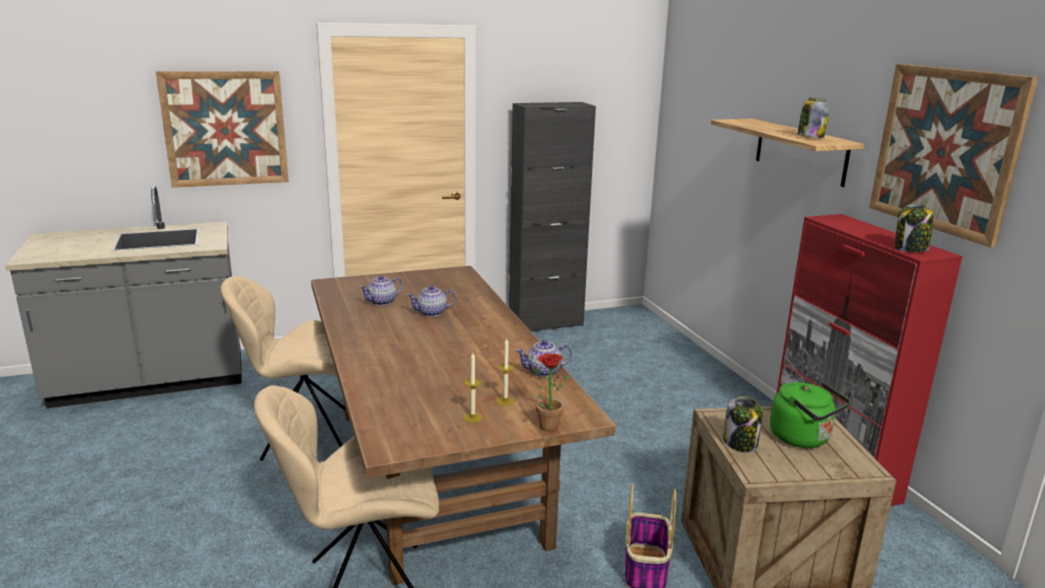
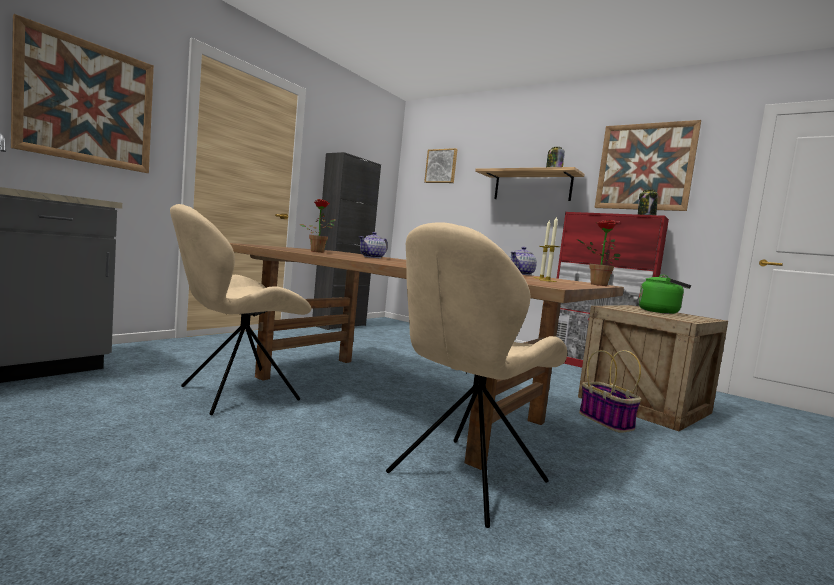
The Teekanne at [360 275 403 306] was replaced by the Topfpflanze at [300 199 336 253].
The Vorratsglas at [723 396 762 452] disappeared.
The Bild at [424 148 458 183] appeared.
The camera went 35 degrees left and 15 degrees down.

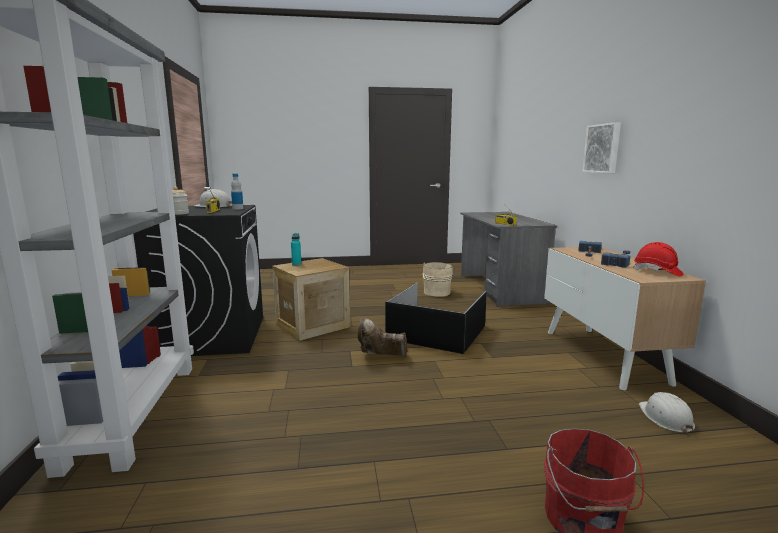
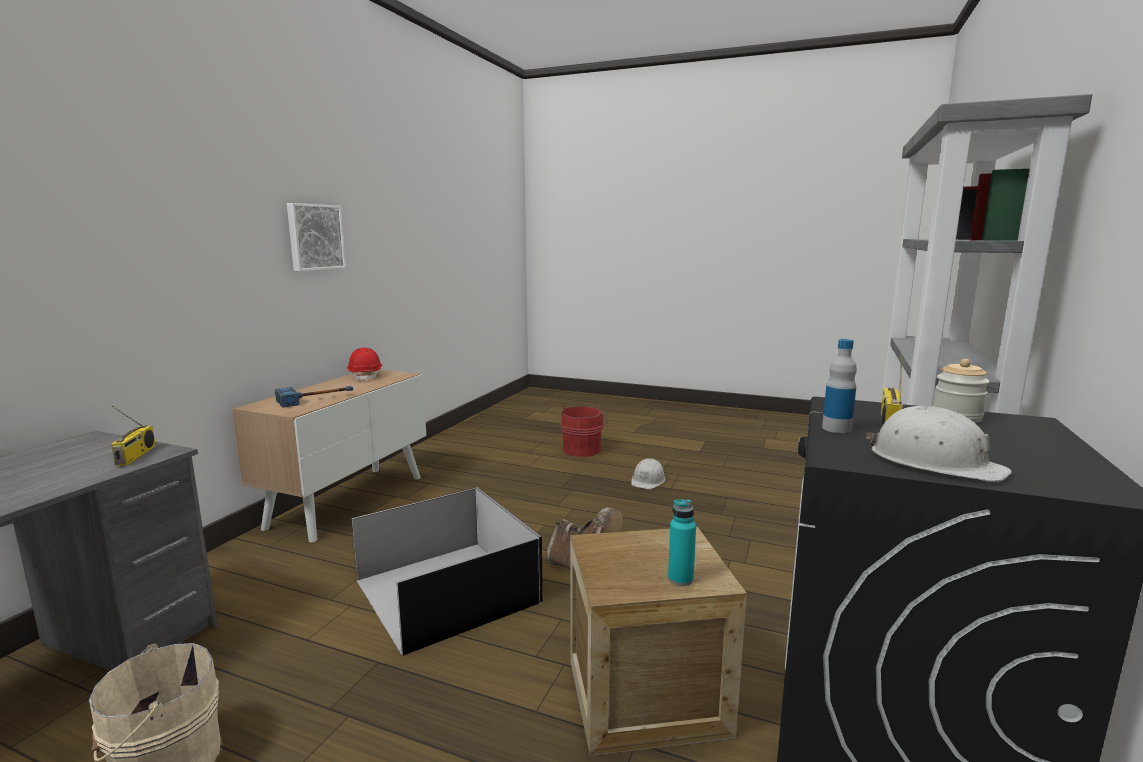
The Bild moved from [582 122 621 173] to [287 203 346 271].
The Hammer at [601 250 630 268] disappeared.
The Schutzhelm [weiß] moved from [639 392 695 435] to [631 458 666 489].
The camera went 150 degrees left and 0 degrees up.

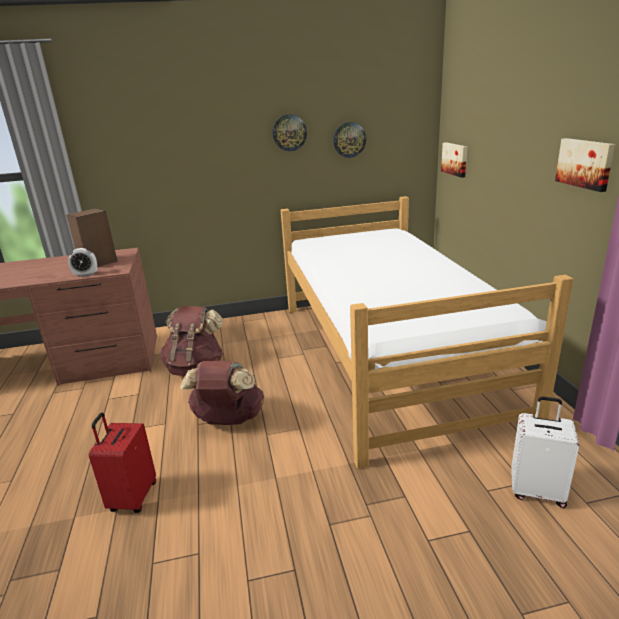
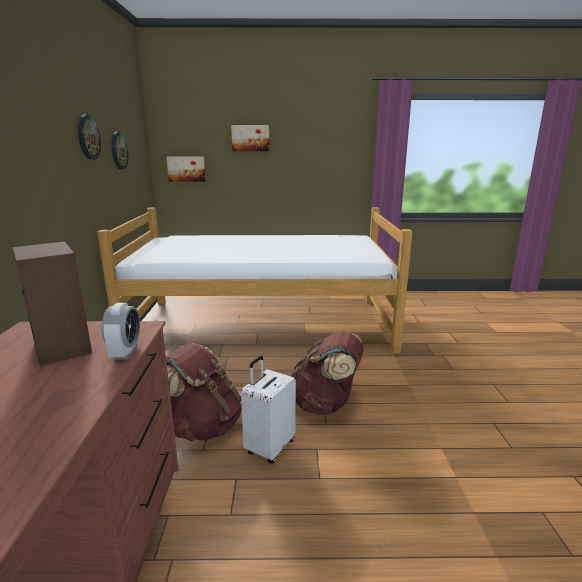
The Bild moved from [555 138 615 192] to [231 125 269 151].
The Koffer [weiß] moved from [511 396 579 508] to [241 356 296 464].
The Koffer [rot] at [89 413 156 513] disappeared.
The camera went 80 degrees left and 5 degrees down.

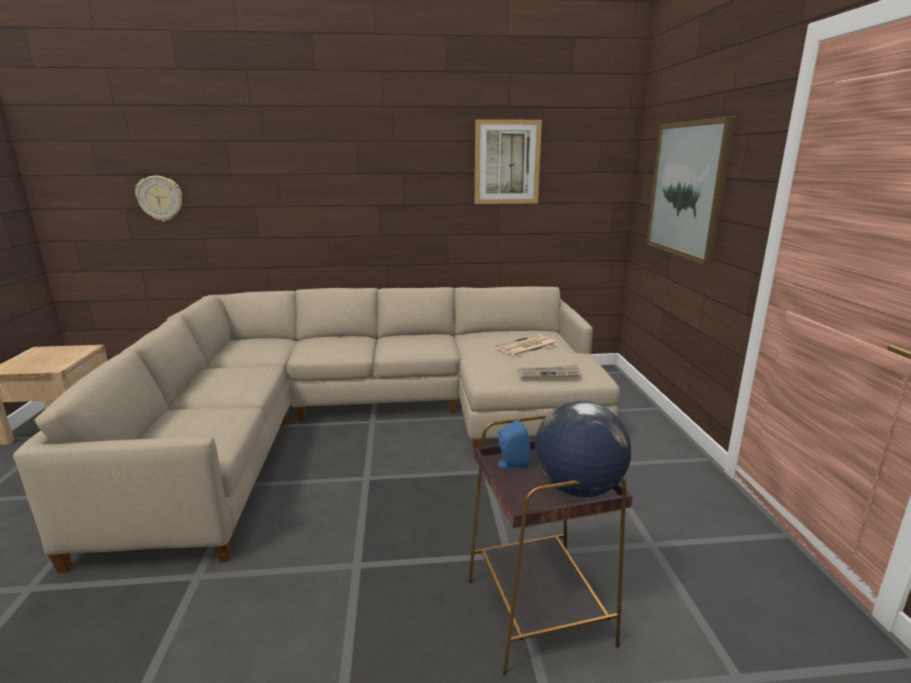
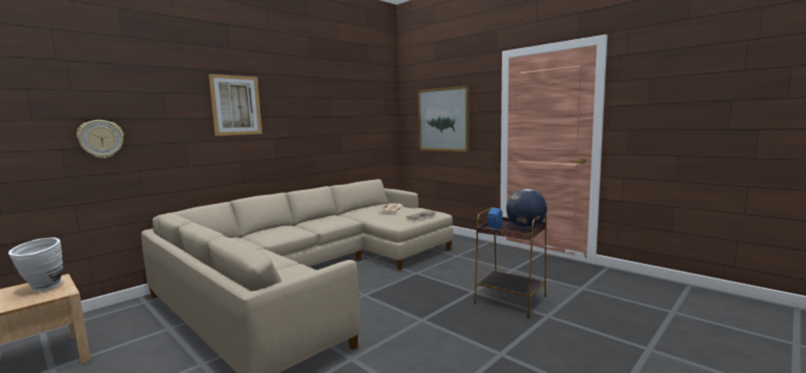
The Bild moved from [475 119 542 204] to [208 74 262 136].
The Vase [weiß] at [8 238 63 291] appeared.
The camera went 40 degrees left and 10 degrees down.

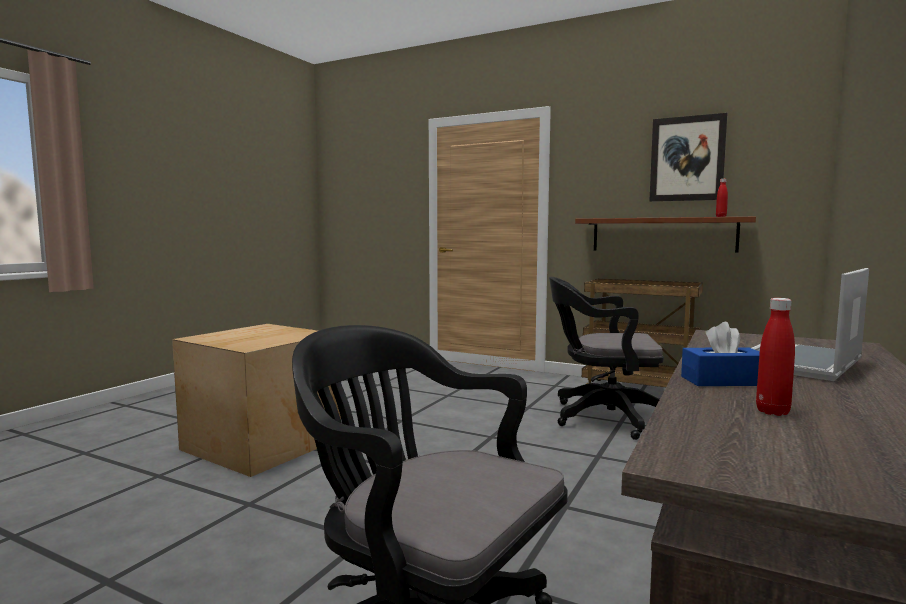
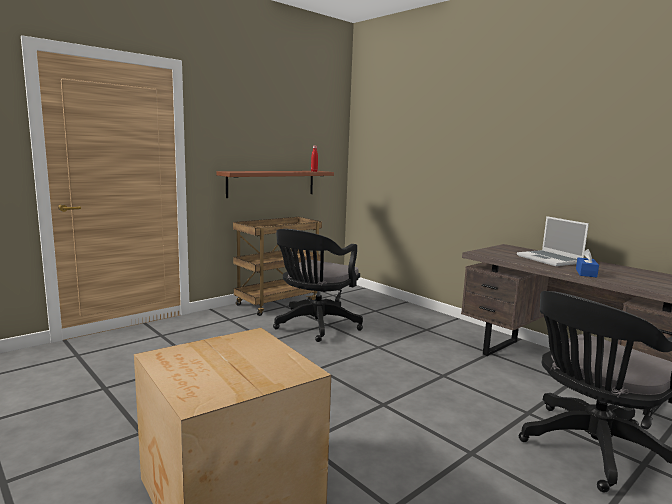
The Bild at [650 113 727 202] disappeared.
The Flasche [rot] at [756 298 795 416] disappeared.
The camera went 70 degrees left and 5 degrees up.

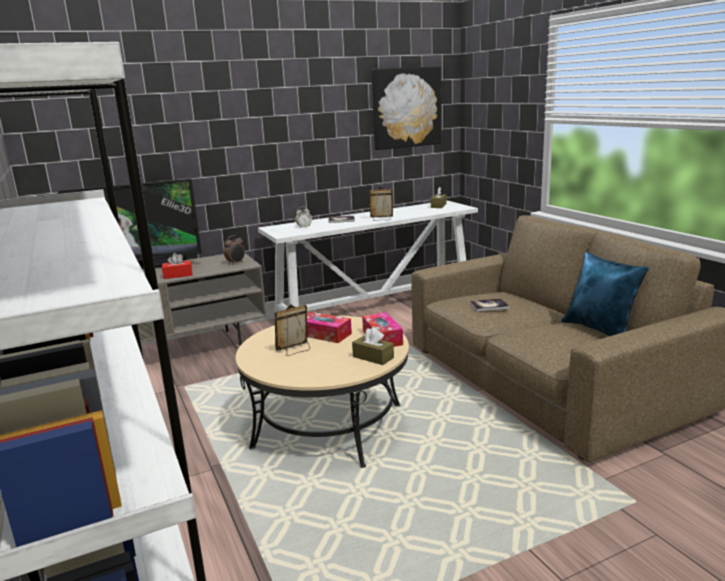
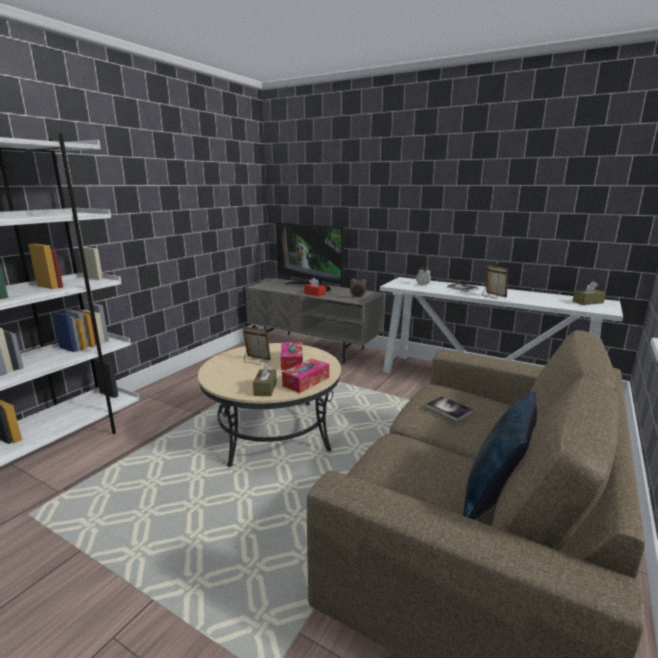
The Bild at [372 66 441 150] disappeared.
The camera went 55 degrees right and 0 degrees up.

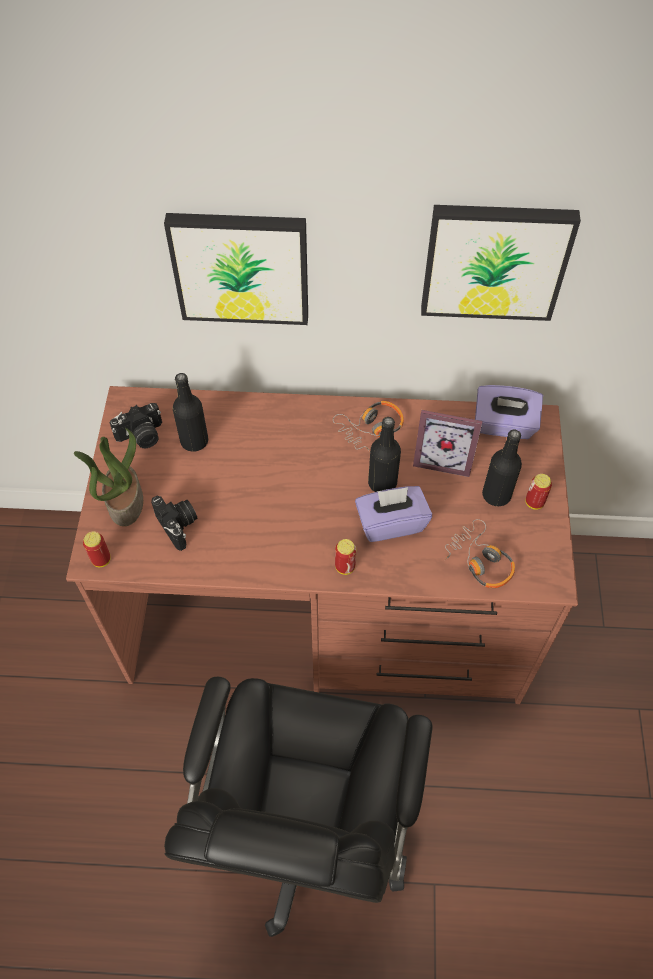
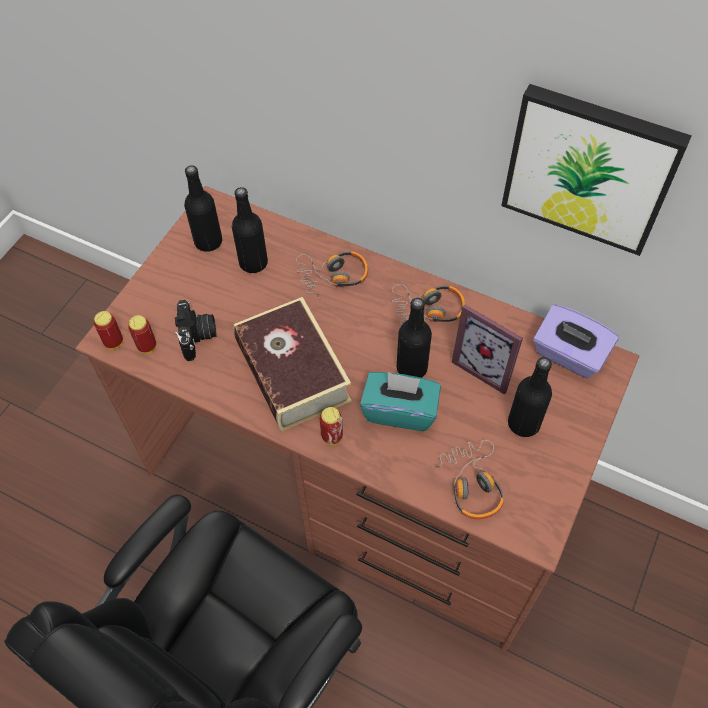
The Bild at [164 213 308 325] disappeared.
The Kamera at [109 403 162 448] was replaced by the Flasche [schwarz] at [184 165 222 252].
The Topfpflanze at [74 428 143 526] disappeared.
The Dose moved from [525 474 552 510] to [128 315 156 354].
The Taschentuchbox [lila] at [355 486 432 542] became the Taschentuchbox [türkis] at [360 372 441 431].
The Kopfhörer at [296 251 368 299] appeared.
The Buch at [233 297 352 431] appeared.
The camera went 25 degrees right and 0 degrees up.

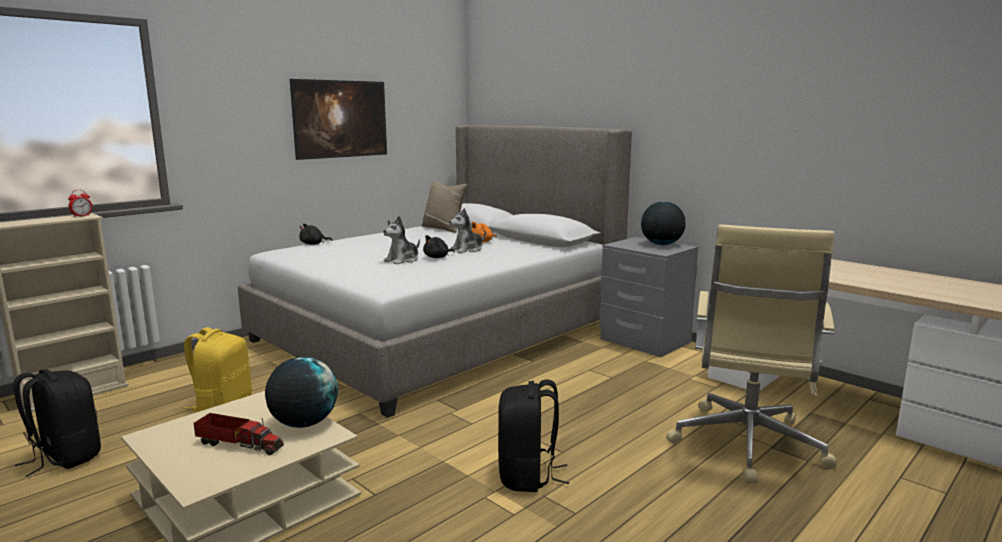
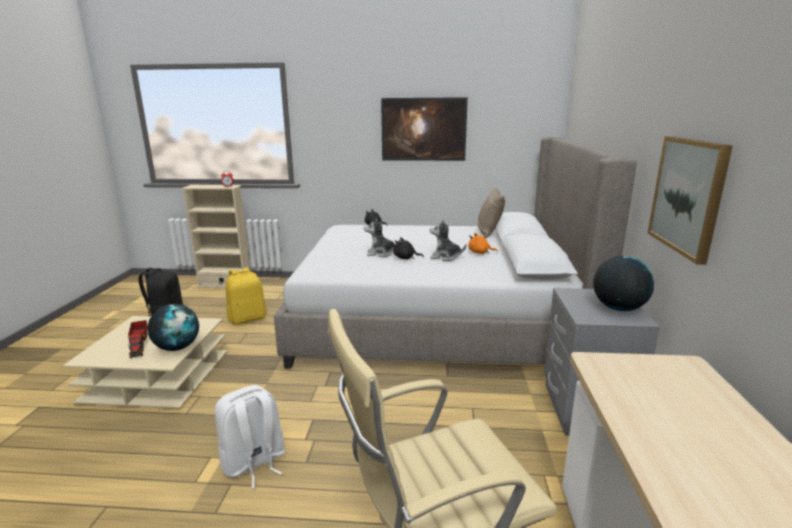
The Rucksack [schwarz] at [498 379 569 492] became the Rucksack [weiß] at [215 385 285 488].
The Bild at [648 136 733 265] appeared.
The camera went 50 degrees right and 5 degrees up.

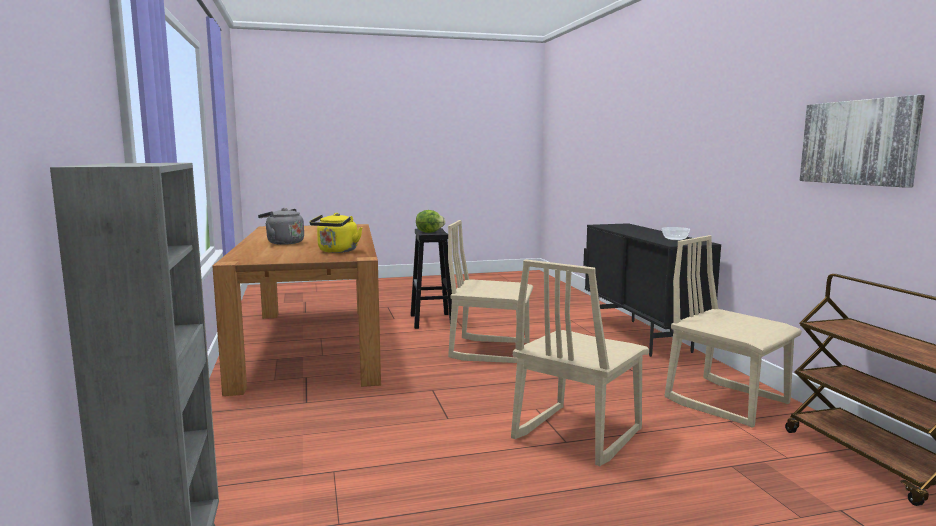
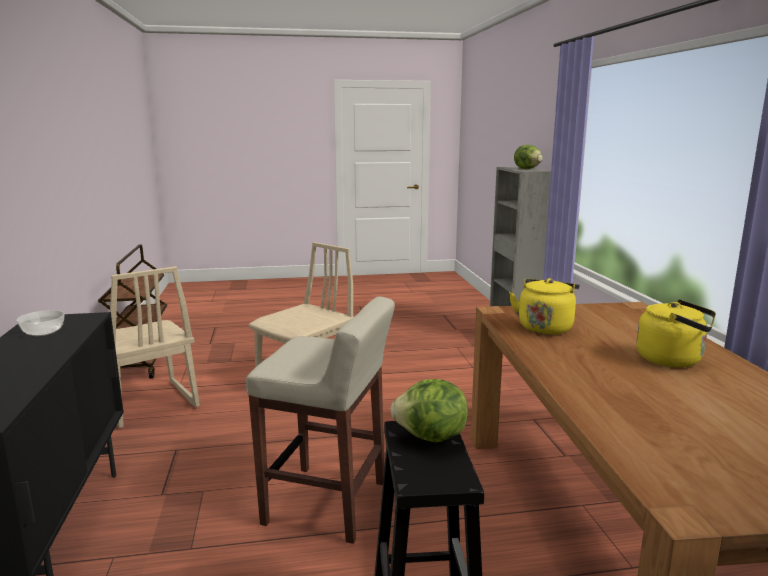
The Bild at [800 95 925 188] disappeared.
The Wasserkessel [grau] at [258 208 304 245] became the Wasserkessel [gelb] at [636 299 716 368].
The Stuhl [beige] at [448 220 533 363] was replaced by the Hocker [beige] at [246 297 395 544].
The Salatkopf at [514 145 543 169] appeared.
The camera went 175 degrees left and 5 degrees up.

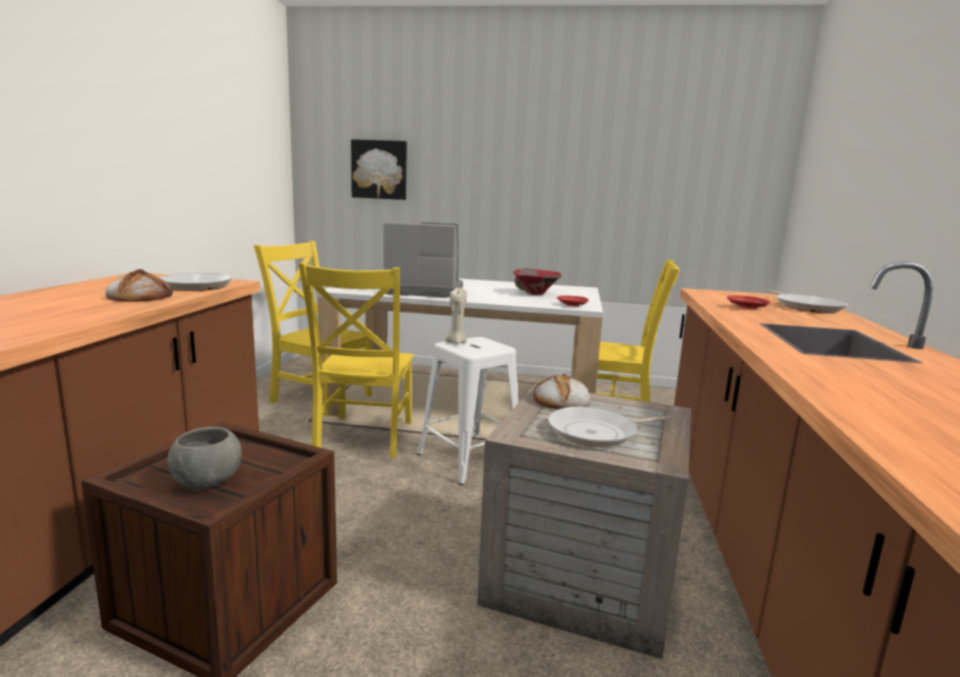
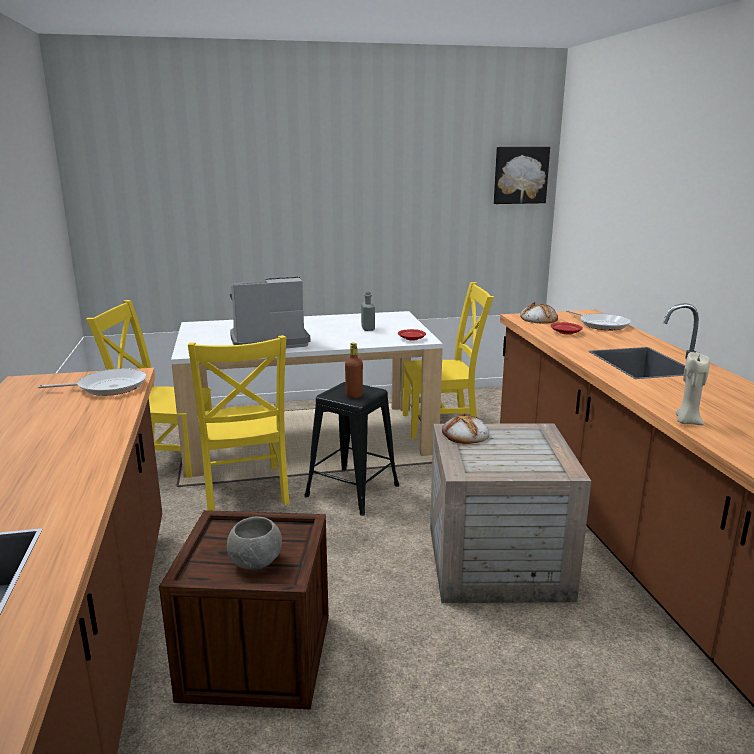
The Bild moved from [351 139 407 200] to [494 147 550 204].
The Schüssel [rot] at [514 268 562 295] was replaced by the Flasche [grau] at [361 291 375 331].
The Brot moved from [105 269 173 302] to [520 302 558 324].
The Kerze [beige] moved from [446 288 467 344] to [675 352 710 425].
The Hocker [weiß] at [417 337 518 485] became the Hocker [schwarz] at [304 382 399 516].
The Pfanne at [548 406 671 447] disappeared.
The Flasche [braun] at [345 343 363 398] appeared.
The camera went 20 degrees left and 5 degrees up.

